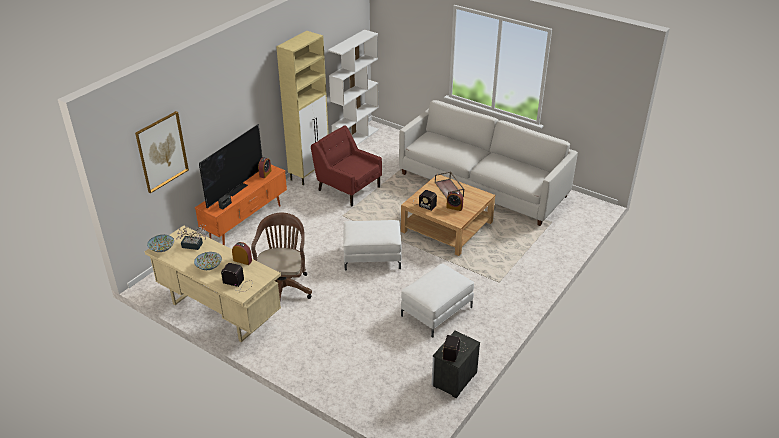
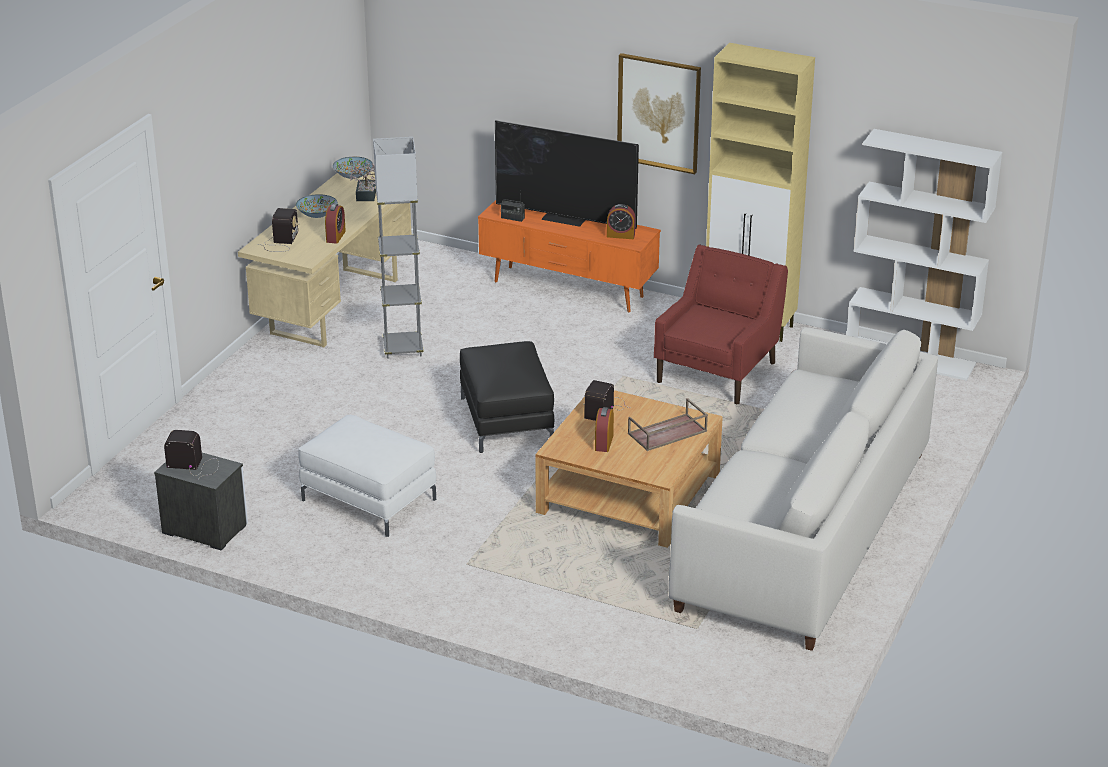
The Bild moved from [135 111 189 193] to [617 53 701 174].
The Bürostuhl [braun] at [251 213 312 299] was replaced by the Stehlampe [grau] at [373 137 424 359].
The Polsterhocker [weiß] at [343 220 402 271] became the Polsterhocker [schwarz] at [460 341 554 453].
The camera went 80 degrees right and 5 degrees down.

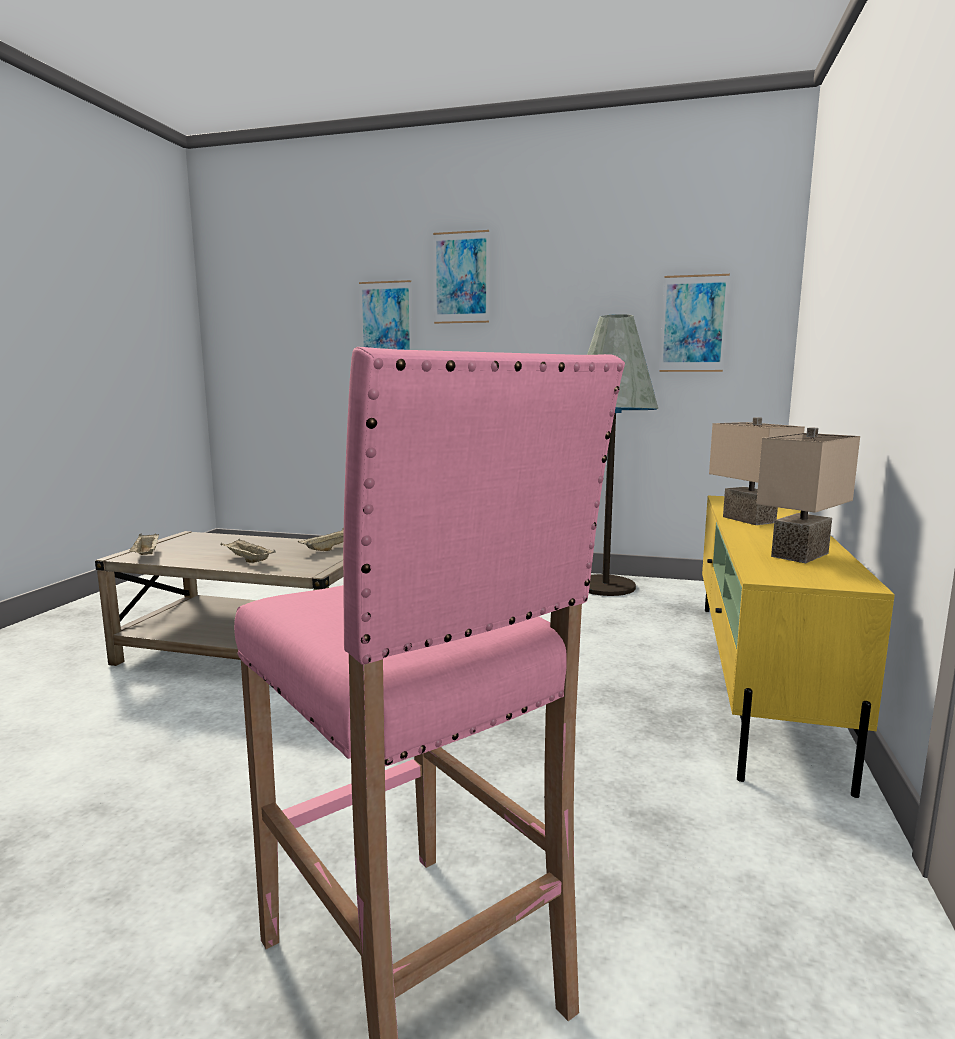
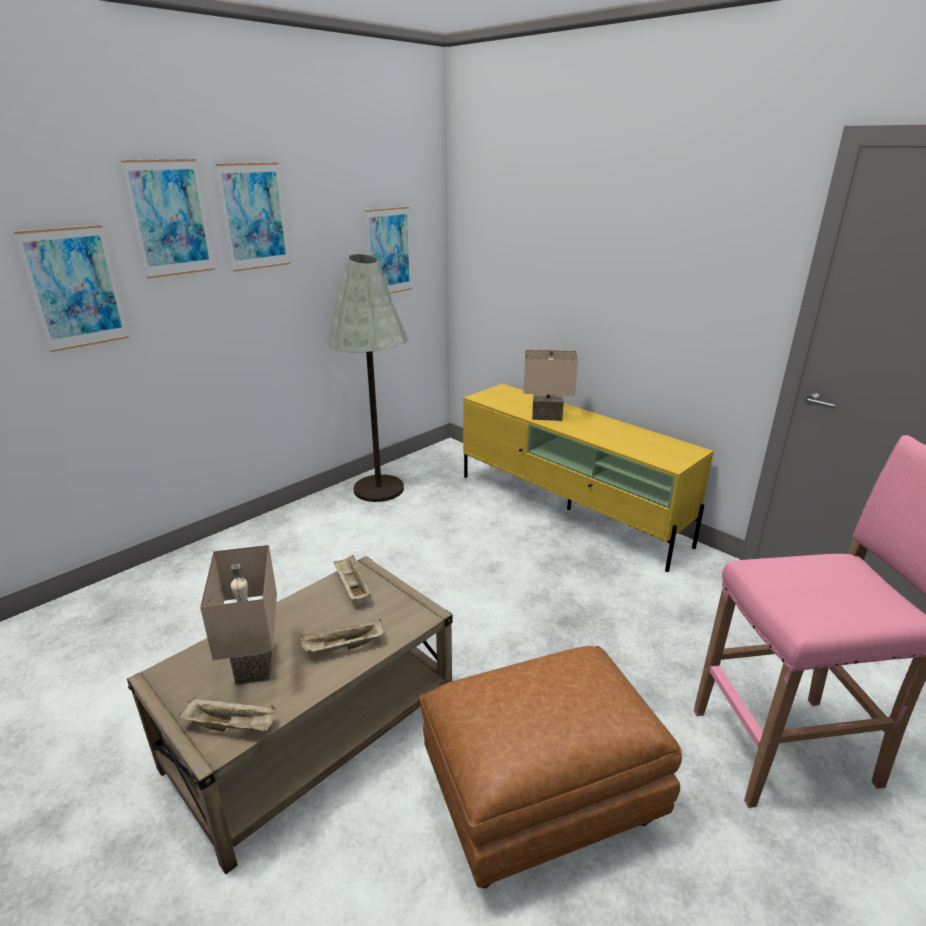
The Tischlampe [beige] moved from [756 427 860 563] to [200 545 277 685].
The Bild at [216 162 290 272] appeared.
The Polsterhocker [braun] at [420 646 682 888] appeared.
The camera went 60 degrees left and 15 degrees up.

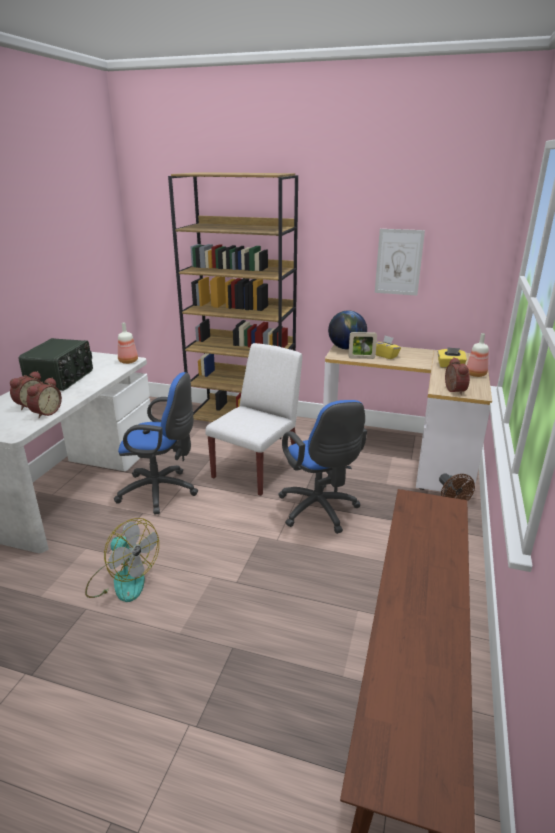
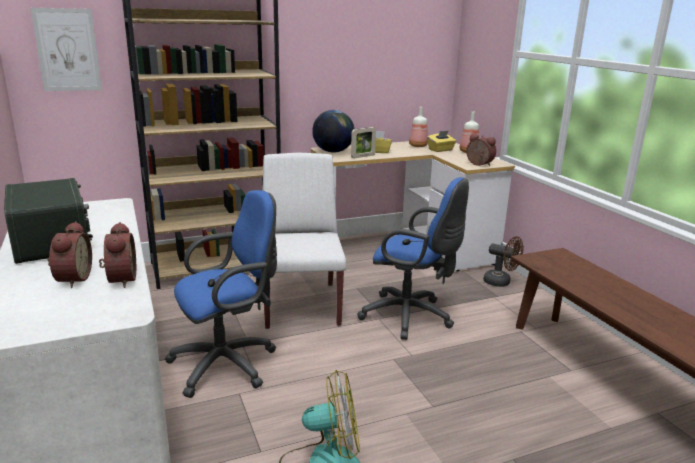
The Bild moved from [375 229 425 296] to [31 8 102 91].
The Flasche moved from [118 323 138 364] to [409 107 428 147].
The camera went 40 degrees left and 5 degrees down.

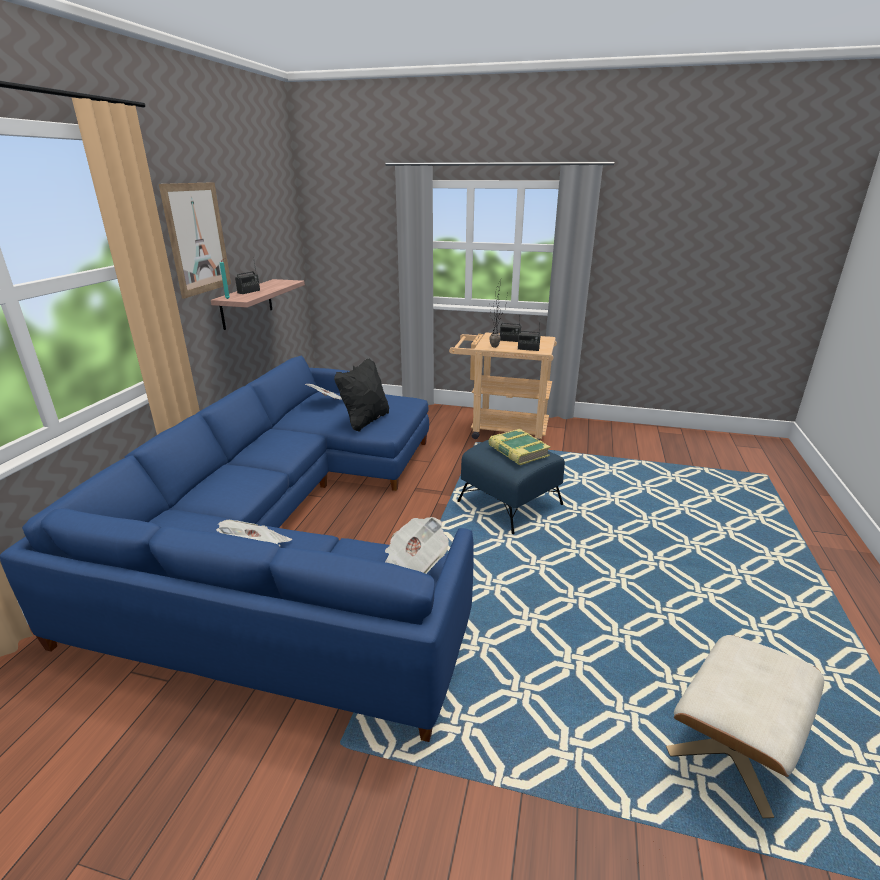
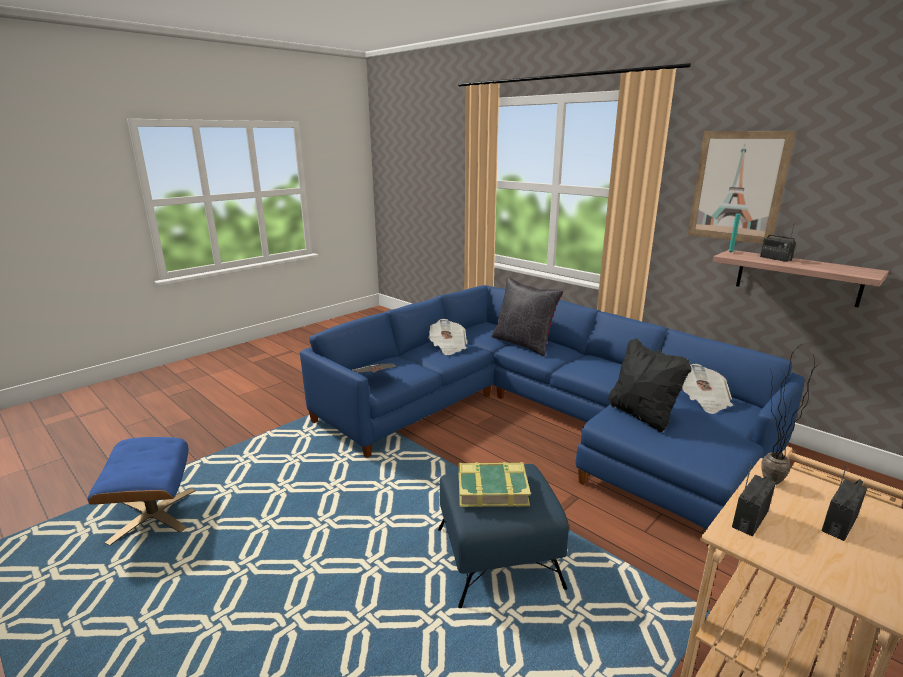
The Polsterhocker [beige] at [666 635 824 818] became the Polsterhocker [blau] at [88 437 196 546].
The Kissen [schwarz] at [491 277 563 356] appeared.
The camera went 120 degrees right and 5 degrees down.

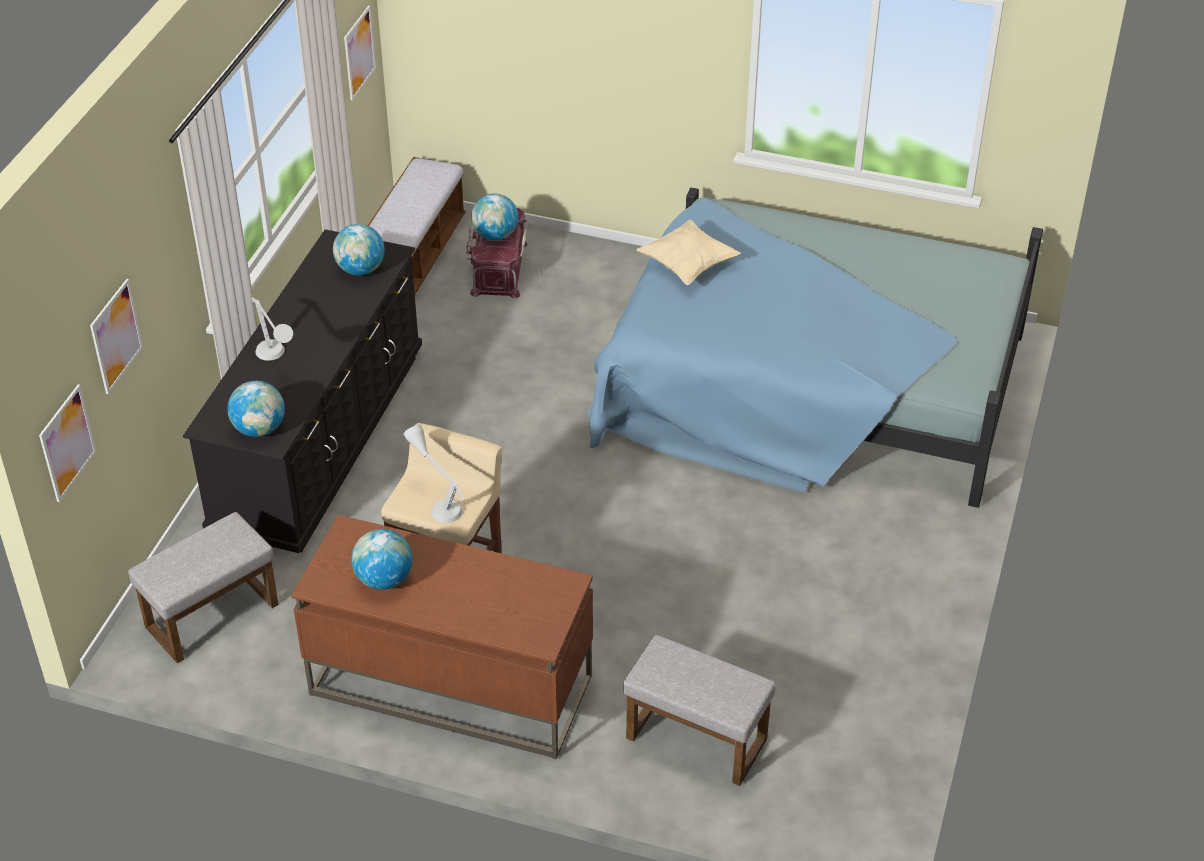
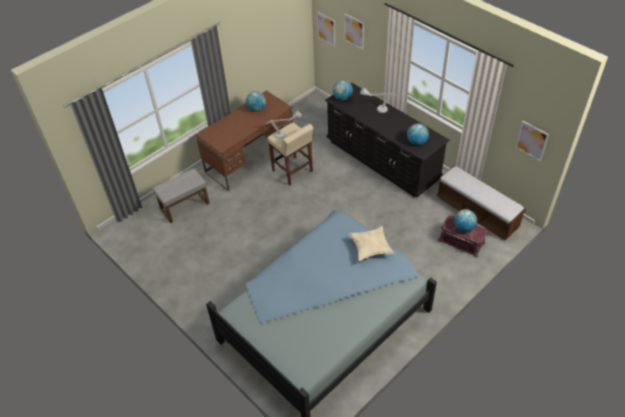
The Polsterhocker [grau] at [128 512 279 663] disappeared.
The camera went 120 degrees right and 5 degrees up.

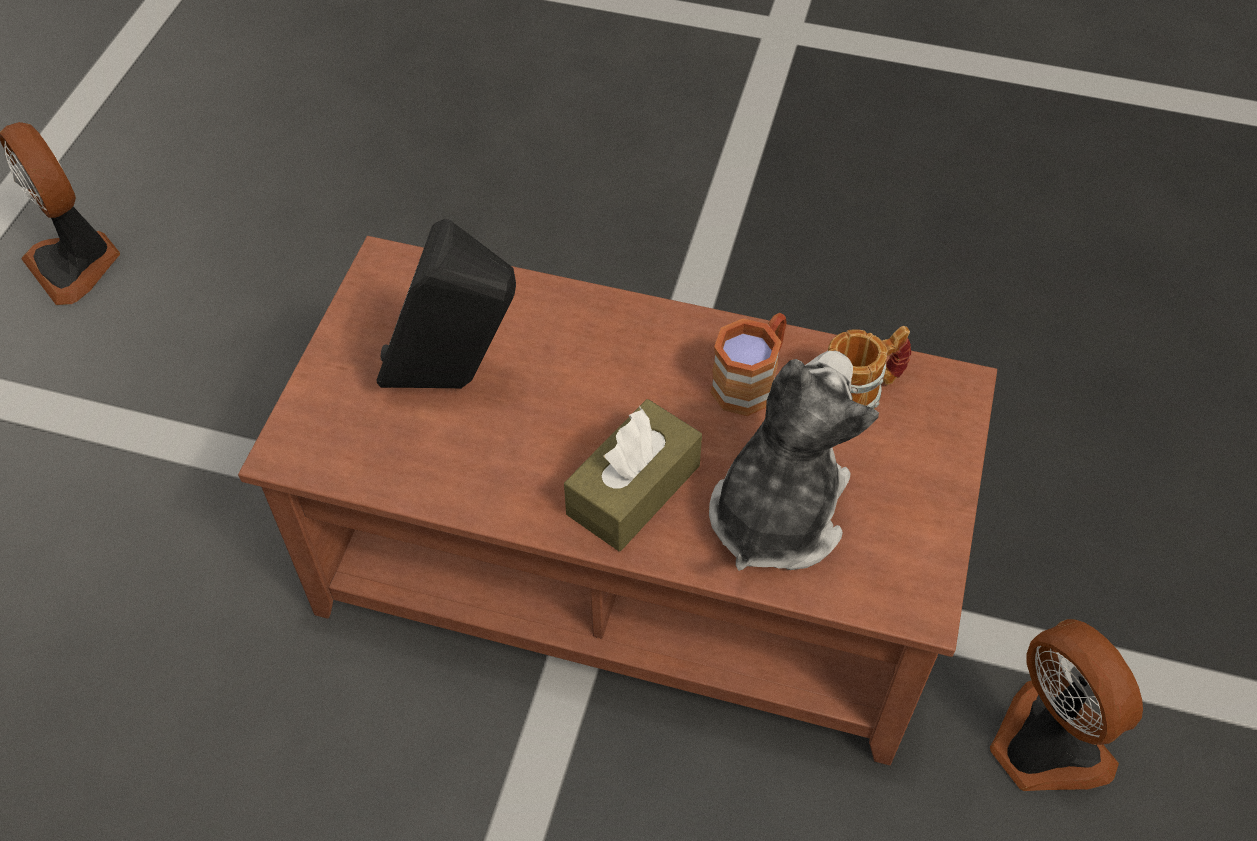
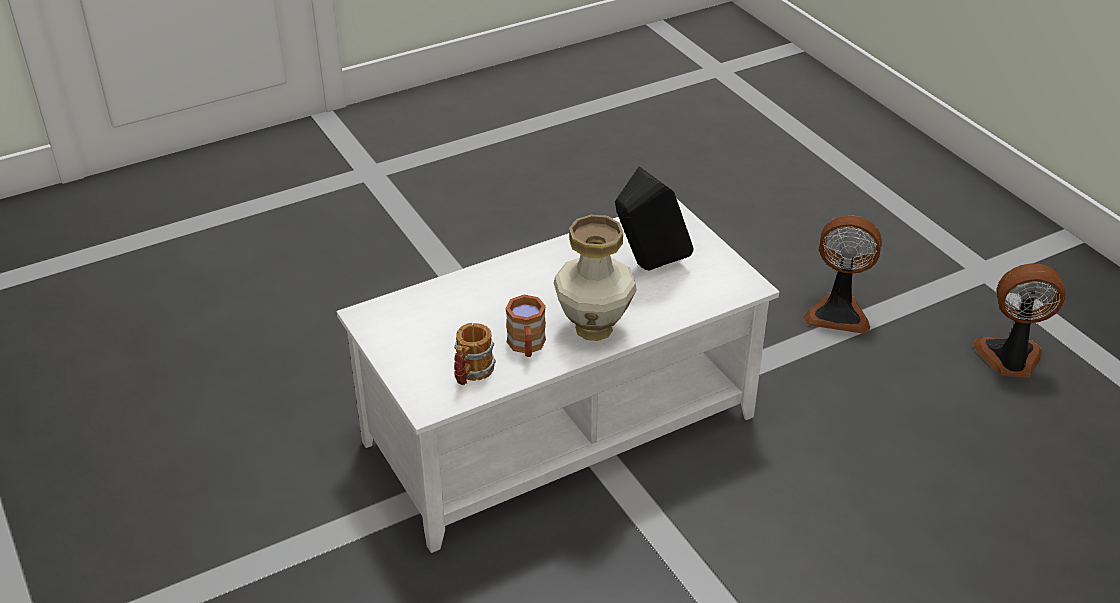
The Couchtisch [braun] at [238 236 997 765] became the Couchtisch [weiß] at [337 198 779 553].
The Plüschtier at [709 351 879 571] disappeared.
The Taschentuchbox [braun] at [564 399 702 551] disappeared.
The Ventilator moved from [990 619 1143 791] to [804 215 882 334].
The Vase at [554 215 637 341] appeared.
The camera went 135 degrees right and 15 degrees down.

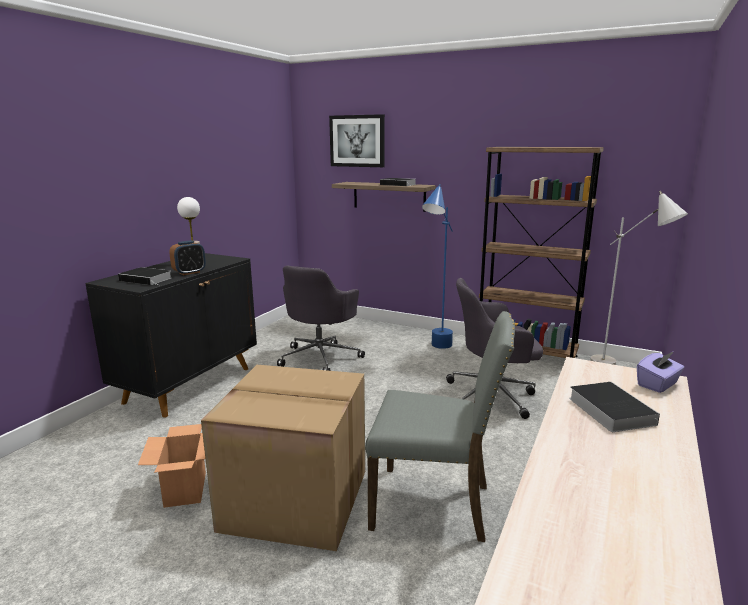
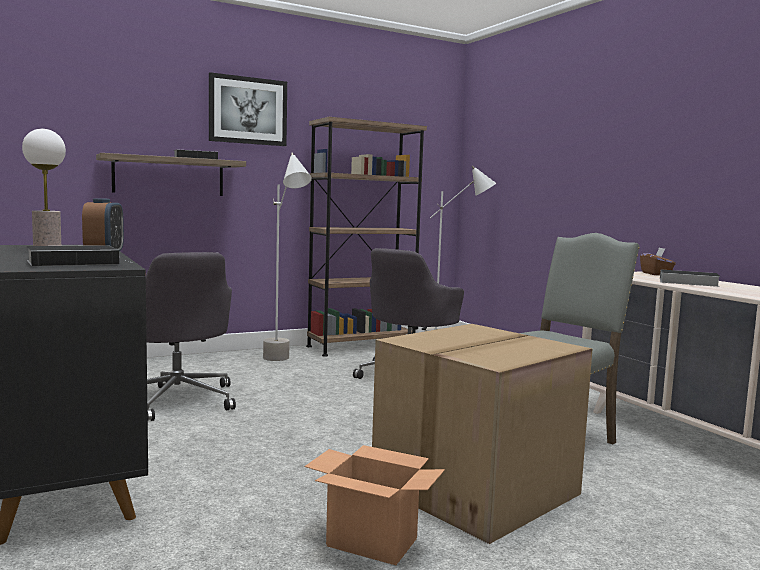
The Bild moved from [329 114 385 167] to [209 72 287 146].
The Stehlampe [blau] at [422 184 453 349] became the Stehlampe [grau] at [263 153 312 361].
The Taschentuchbox [lila] at [637 351 684 393] became the Taschentuchbox [braun] at [640 248 676 275].
The camera went 55 degrees left and 10 degrees down.

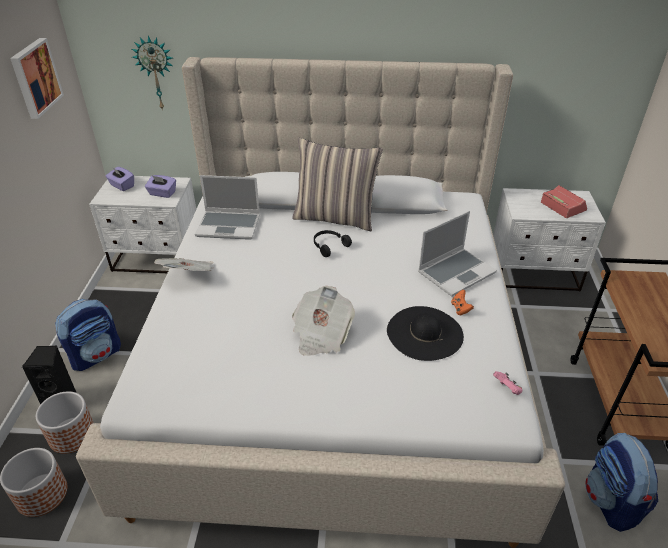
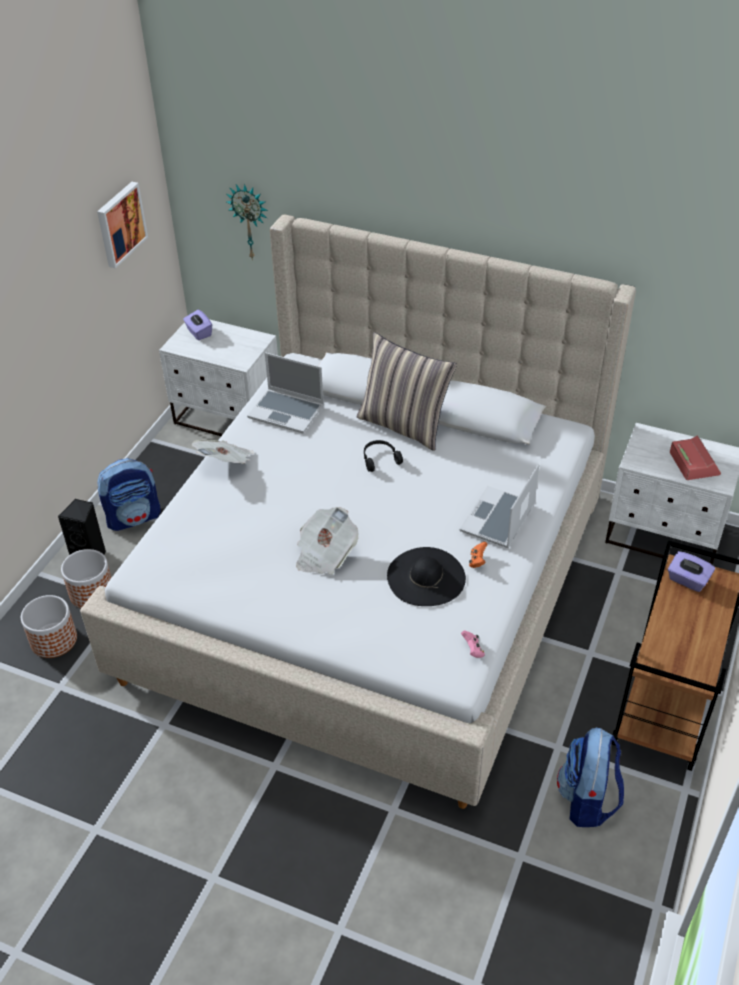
The Taschentuchbox [lila] moved from [145 175 176 198] to [668 551 715 592].
The Laptop at [418 211 497 297] turned 135 degrees clockwise.
The camera went 20 degrees right and 5 degrees up.

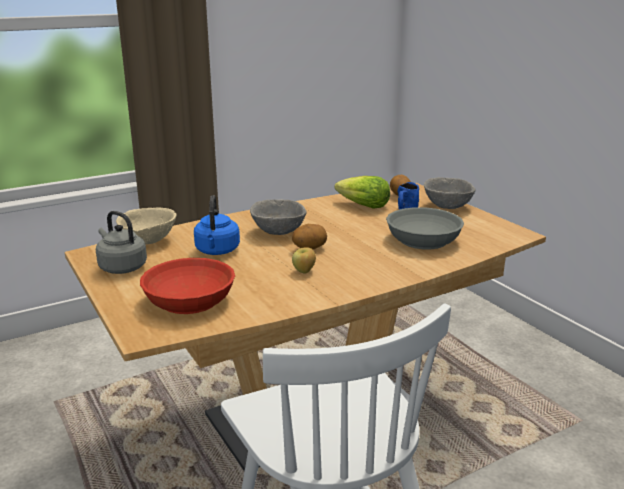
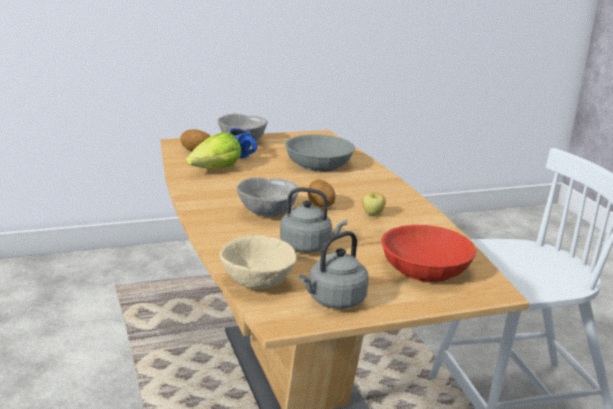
The Wasserkessel [blau] at [194 195 240 255] became the Wasserkessel [grau] at [280 187 347 253].
The camera went 80 degrees left and 0 degrees up.

